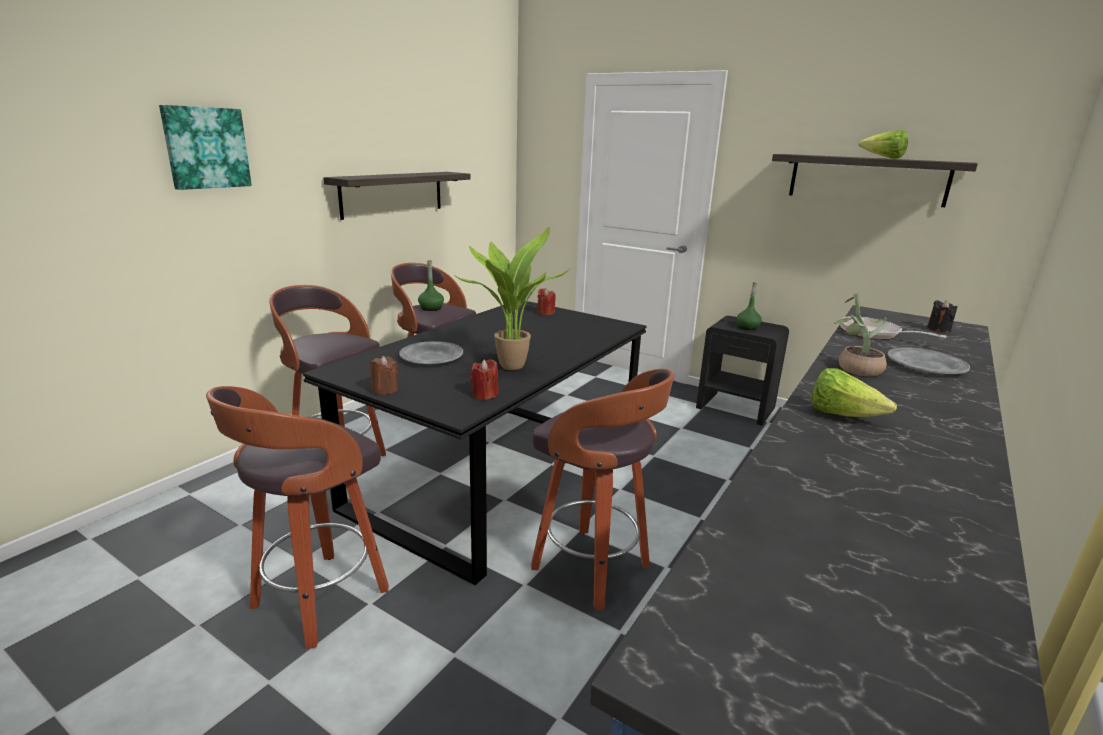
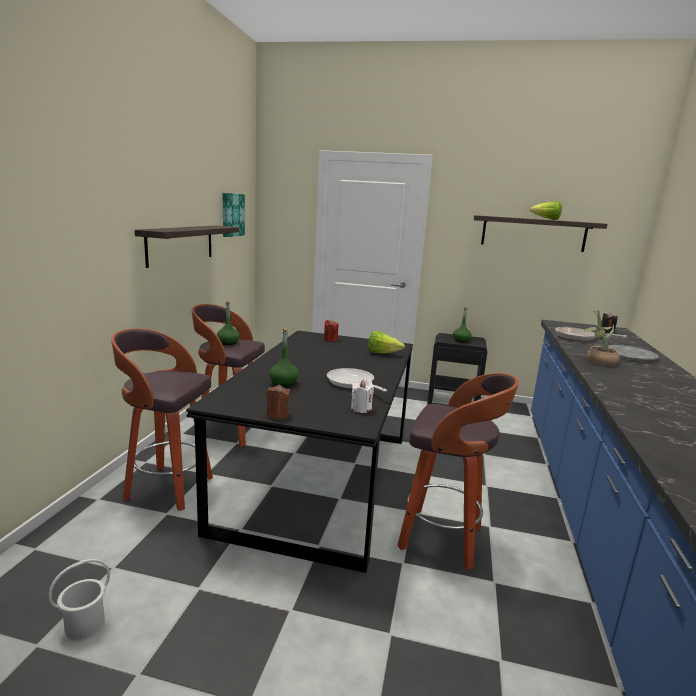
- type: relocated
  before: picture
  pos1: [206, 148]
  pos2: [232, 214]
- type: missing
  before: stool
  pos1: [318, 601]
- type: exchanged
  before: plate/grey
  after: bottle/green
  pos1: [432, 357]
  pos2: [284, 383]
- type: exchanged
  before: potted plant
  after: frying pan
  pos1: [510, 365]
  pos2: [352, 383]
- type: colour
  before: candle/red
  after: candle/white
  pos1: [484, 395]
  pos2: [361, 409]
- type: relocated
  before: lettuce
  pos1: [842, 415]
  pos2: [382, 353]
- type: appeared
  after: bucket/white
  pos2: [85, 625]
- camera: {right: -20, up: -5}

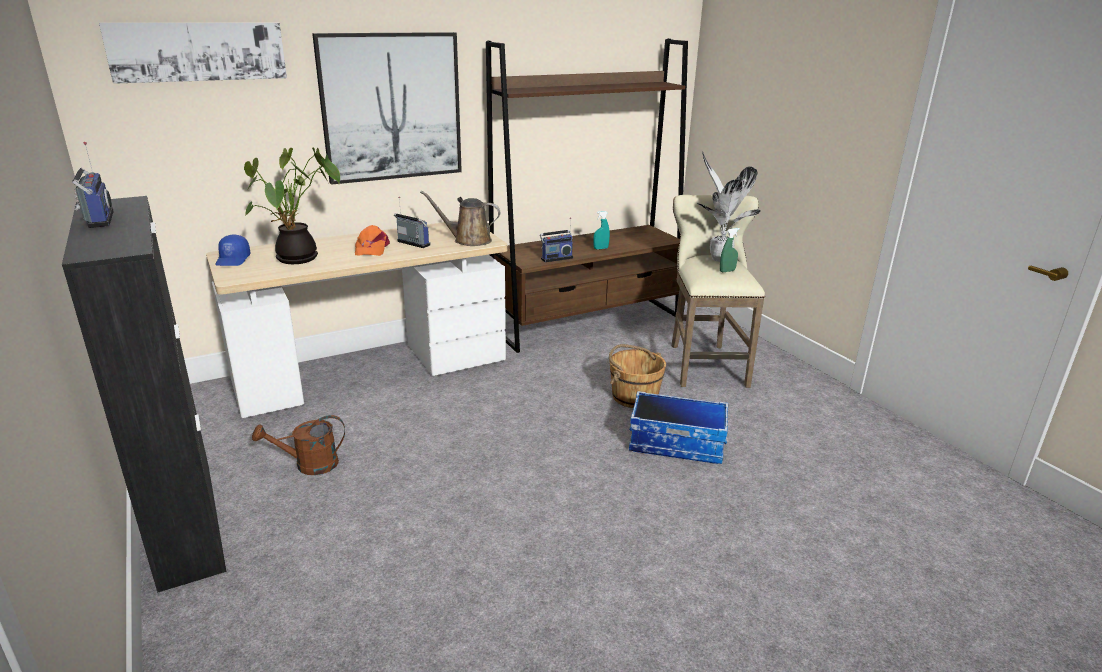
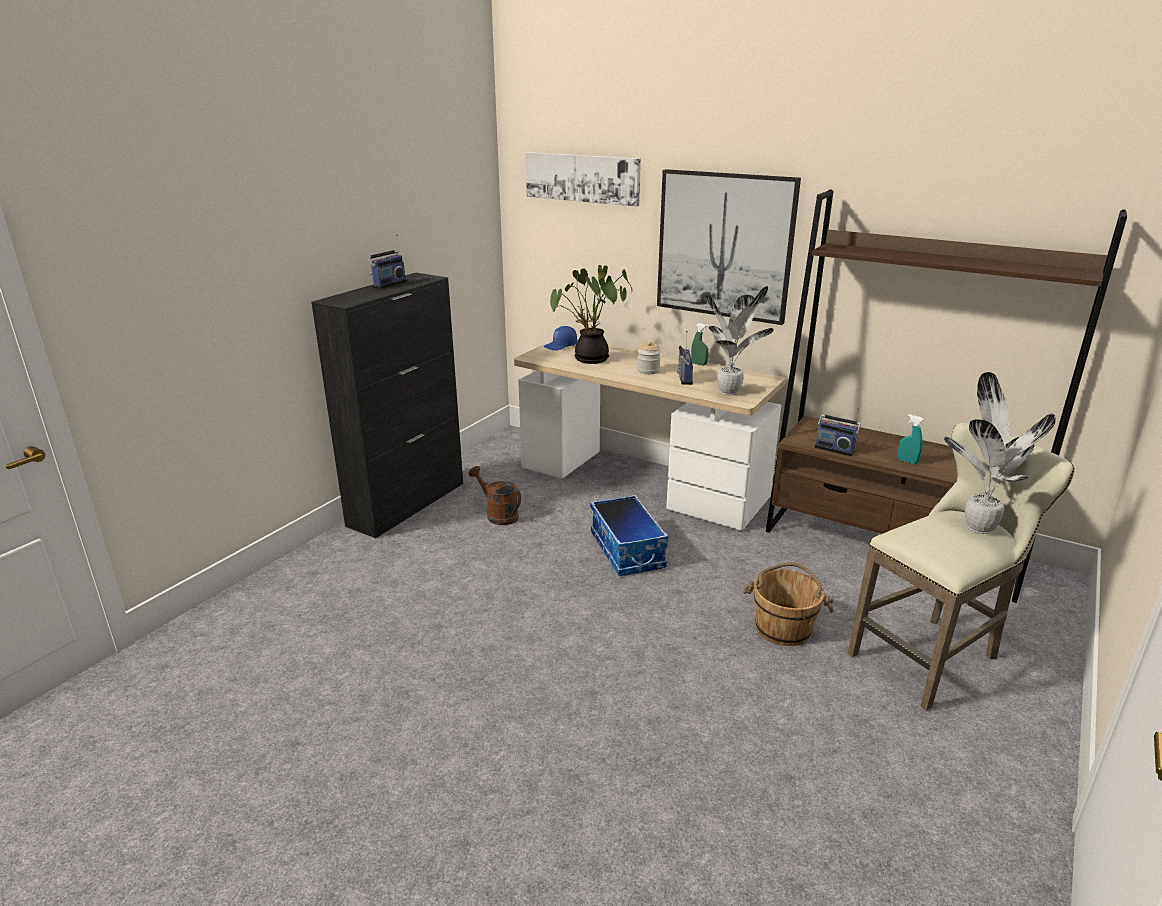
- type: exchanged
  before: cap/orange
  after: jar
  pos1: [371, 249]
  pos2: [648, 371]
- type: exchanged
  before: watering can/brown
  after: potted plant
  pos1: [468, 240]
  pos2: [730, 392]
- type: relocated
  before: storage box
  pos1: [677, 443]
  pos2: [628, 550]
- type: relocated
  before: spray bottle/green
  pos1: [727, 271]
  pos2: [699, 364]
- camera: {right: 60, up: 0}

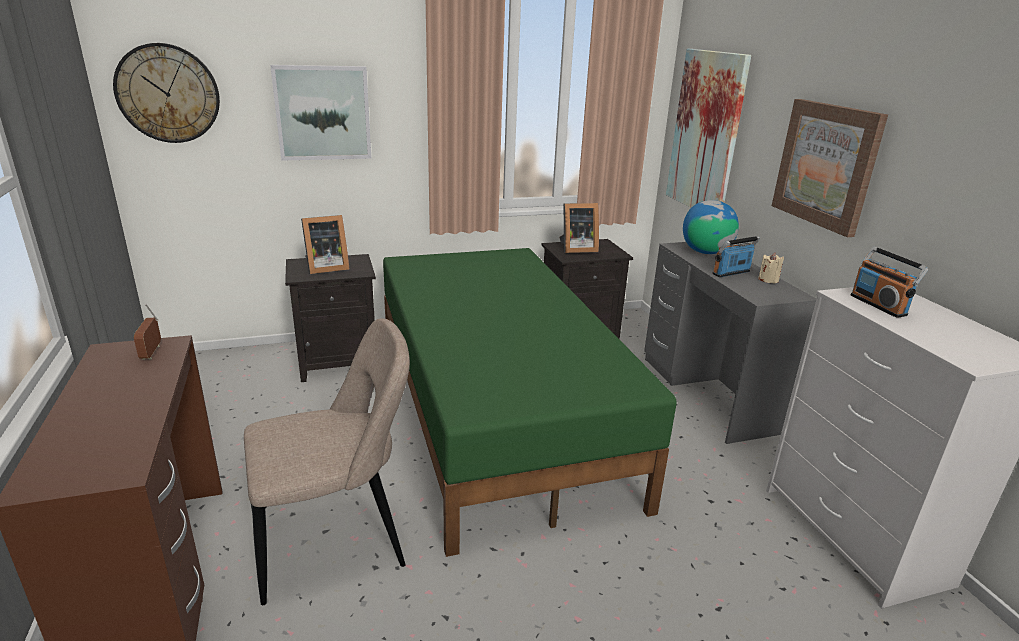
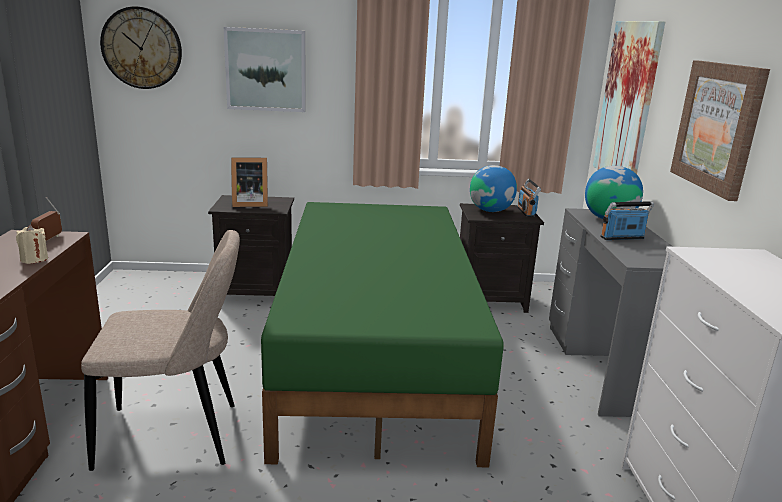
- type: exchanged
  before: picture frame
  after: globe
  pos1: [576, 249]
  pos2: [490, 210]
- type: relocated
  before: candle/beige
  pos1: [768, 280]
  pos2: [34, 259]
- type: relocated
  before: radio
  pos1: [878, 305]
  pos2: [526, 212]
- camera: {right: 15, up: -5}

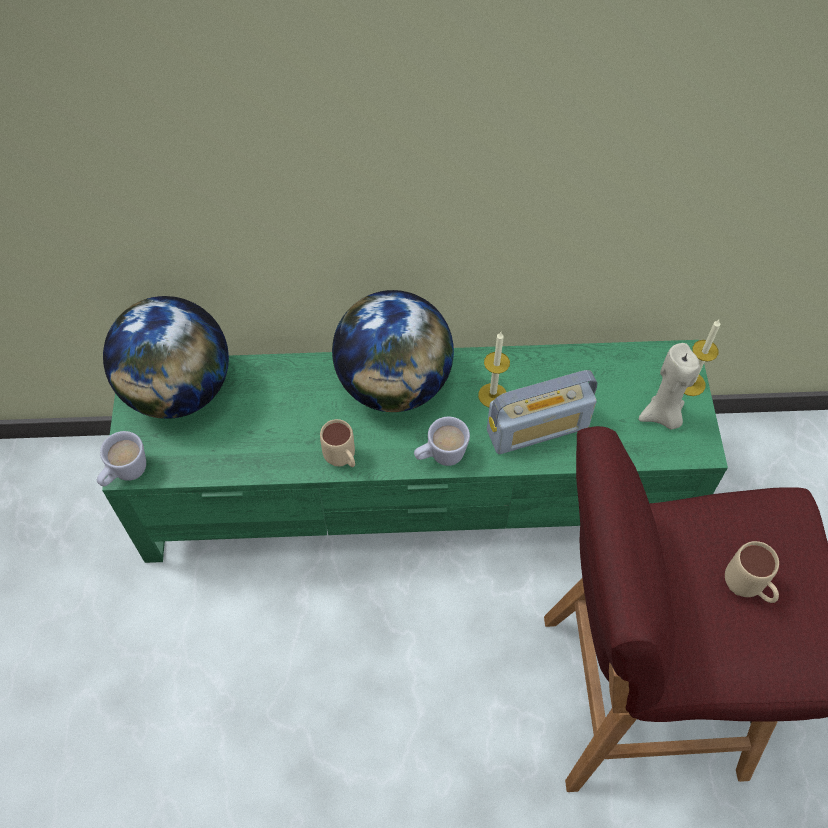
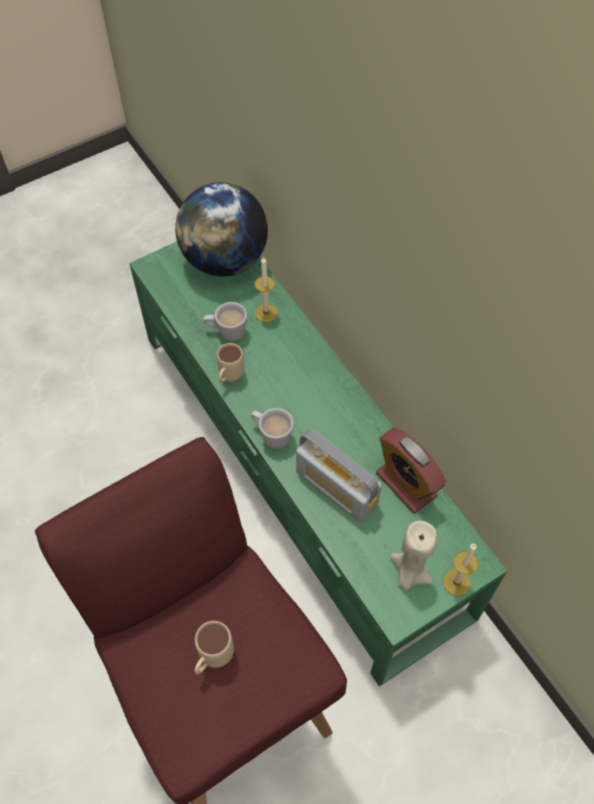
- type: relocated
  before: mug/white
  pos1: [125, 474]
  pos2: [226, 332]
- type: missing
  before: globe
  pos1: [394, 384]
- type: relocated
  before: candle
  pos1: [492, 395]
  pos2: [266, 313]
- type: appeared
  after: alarm clock
  pos2: [406, 484]
- camera: {right: 60, up: 0}

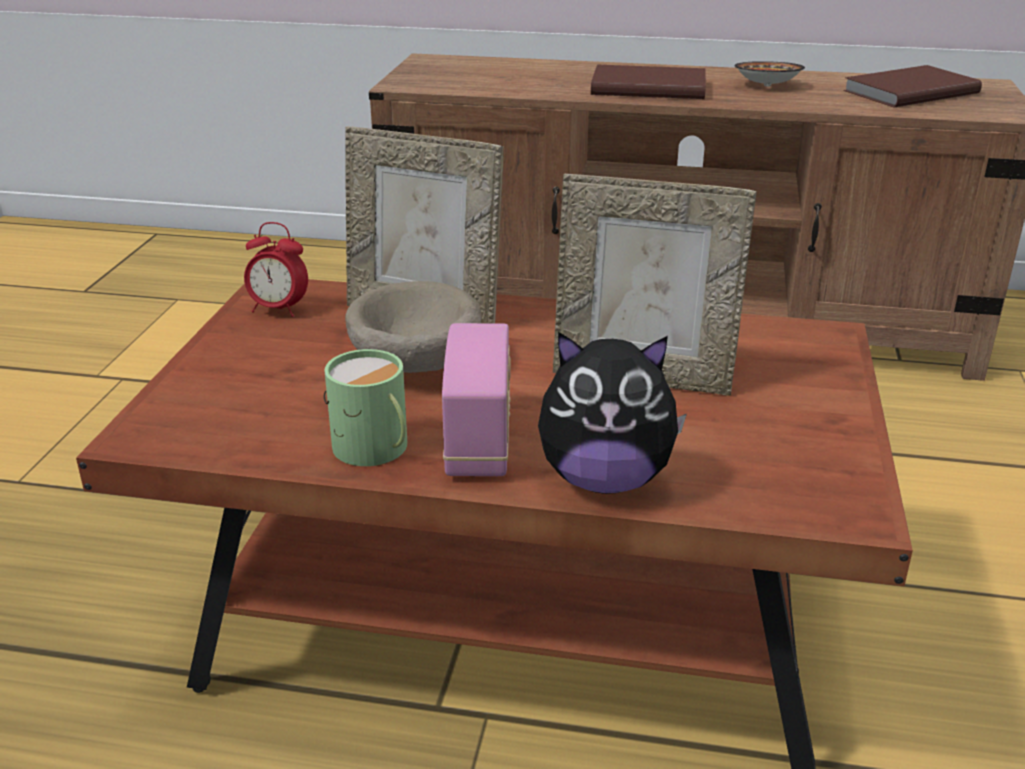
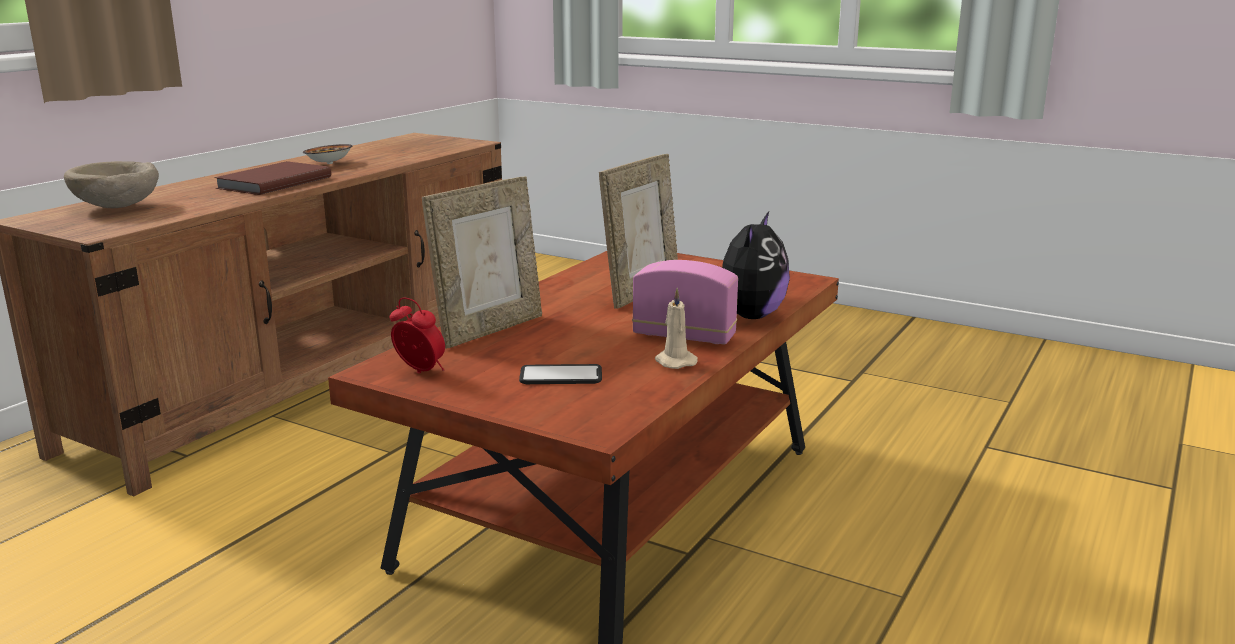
- type: spun
  before: alarm clock
  pos1: [278, 309]
  pos2: [420, 372]
  turn: -90
- type: exchanged
  before: mug/green
  after: candle/beige
  pos1: [374, 449]
  pos2: [674, 361]
- type: relocated
  before: bowl/beige
  pos1: [414, 365]
  pos2: [117, 208]
- type: missing
  before: book/brown
  pos1: [907, 91]
- type: appeared
  after: phone
  pos2: [561, 376]
- camera: {right: -70, up: -10}

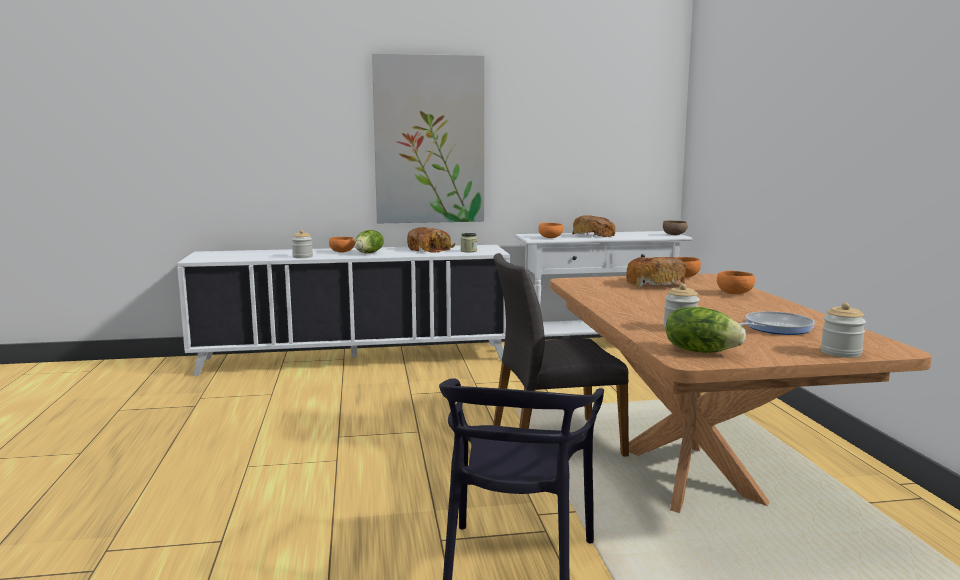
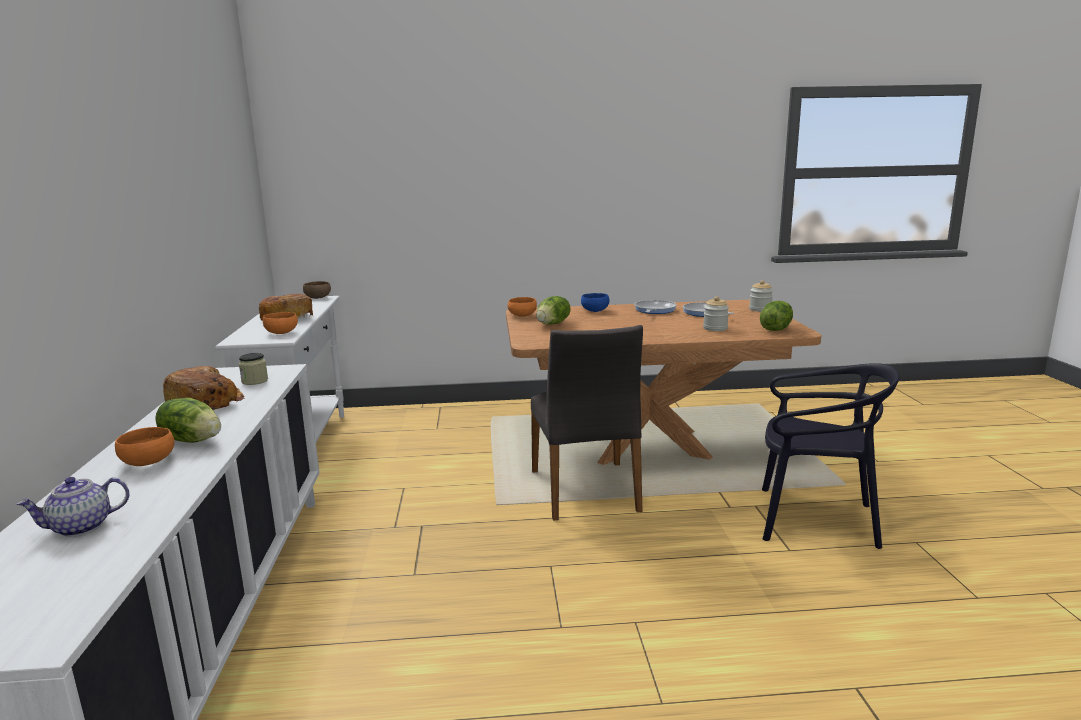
- type: missing
  before: jar
  pos1: [302, 257]
- type: missing
  before: picture
  pos1: [429, 140]
- type: exchanged
  before: bread
  after: lettuce
  pos1: [654, 284]
  pos2: [553, 324]
- type: colour
  before: bowl/orange
  after: bowl/blue
  pos1: [734, 293]
  pos2: [594, 311]
- type: appeared
  after: teapot
  pos2: [80, 527]
- type: appeared
  after: frying pan
  pos2: [654, 310]
- camera: {right: -85, up: 5}

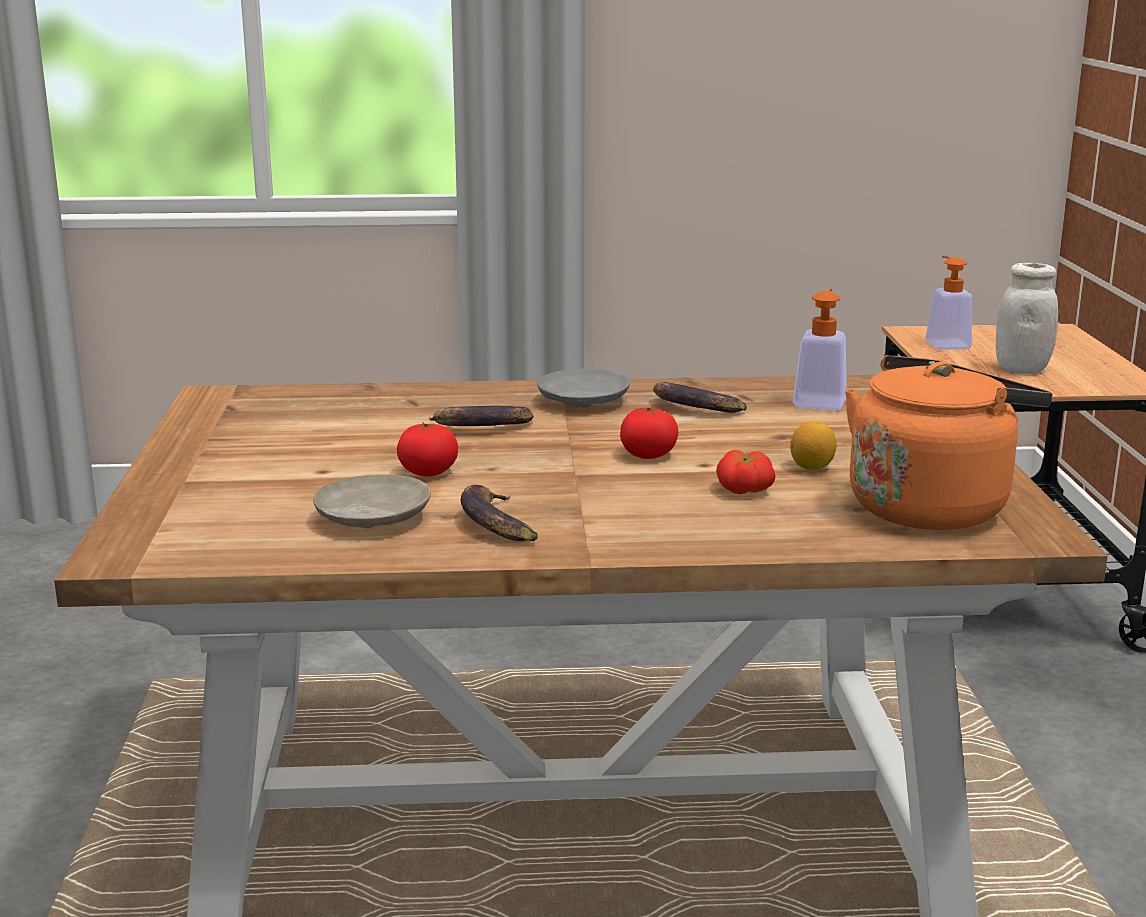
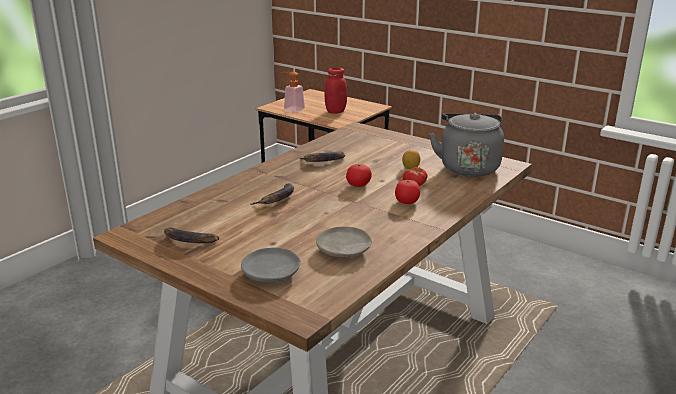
- type: relocated
  before: tomato
  pos1: [428, 472]
  pos2: [407, 202]
- type: relocated
  before: banana
  pos1: [496, 523]
  pos2: [188, 240]
- type: relocated
  before: plate/grey
  pos1: [582, 401]
  pos2: [271, 274]
- type: missing
  before: soap dispenser
  pos1: [820, 401]
- type: colour
  before: kettle/orange
  after: kettle/grey
  pos1: [932, 506]
  pos2: [468, 167]
- type: colour
  before: jar/white
  after: jar/red
  pos1: [1021, 369]
  pos2: [335, 111]
- camera: {right: -50, up: 5}

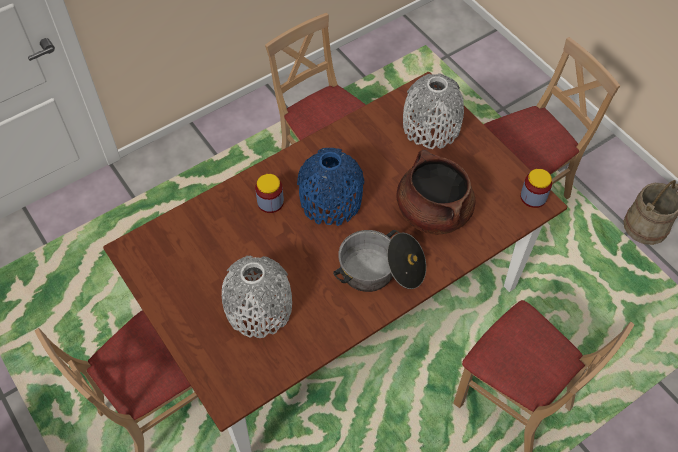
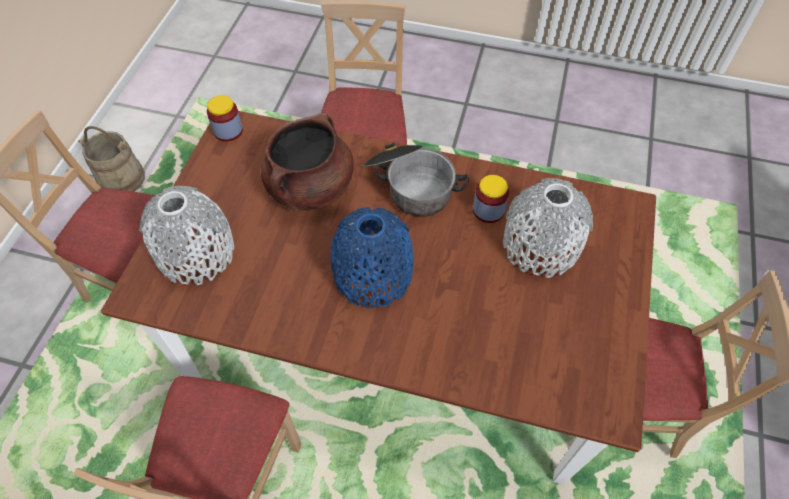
- type: relocated
  before: jar
  pos1: [270, 202]
  pos2: [488, 210]
- camera: {right: -130, up: 0}

